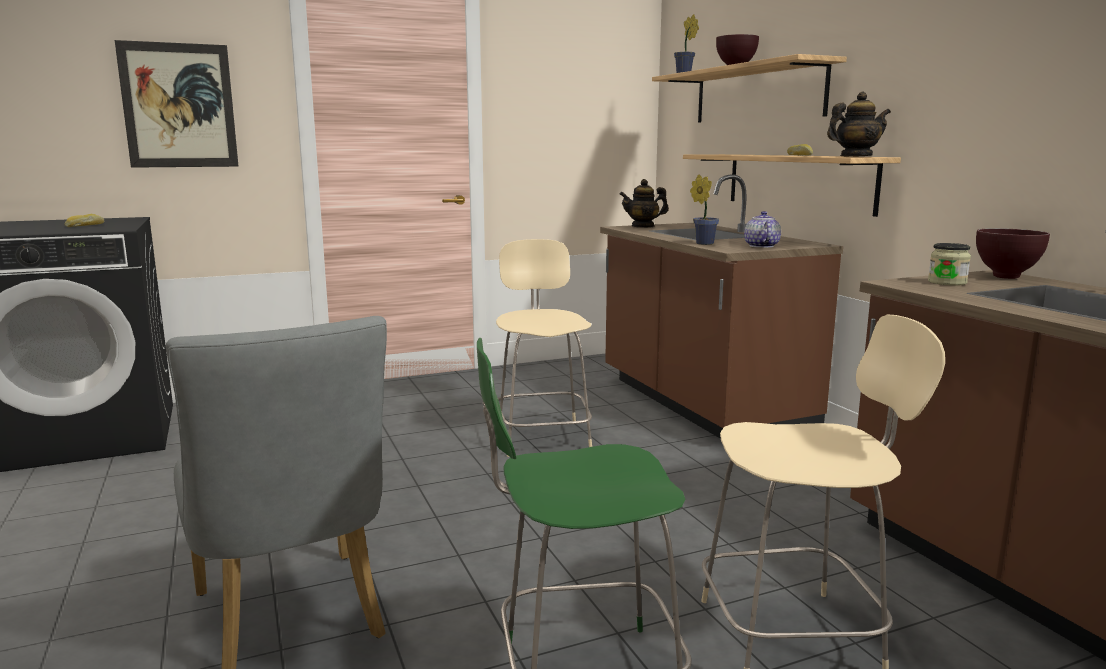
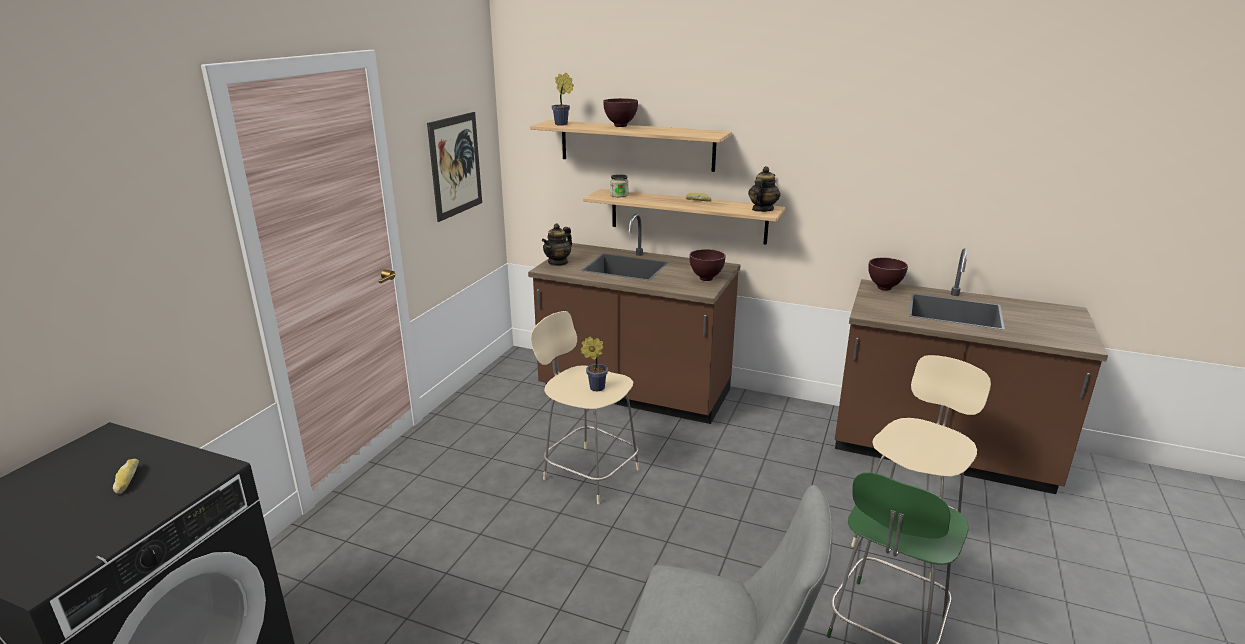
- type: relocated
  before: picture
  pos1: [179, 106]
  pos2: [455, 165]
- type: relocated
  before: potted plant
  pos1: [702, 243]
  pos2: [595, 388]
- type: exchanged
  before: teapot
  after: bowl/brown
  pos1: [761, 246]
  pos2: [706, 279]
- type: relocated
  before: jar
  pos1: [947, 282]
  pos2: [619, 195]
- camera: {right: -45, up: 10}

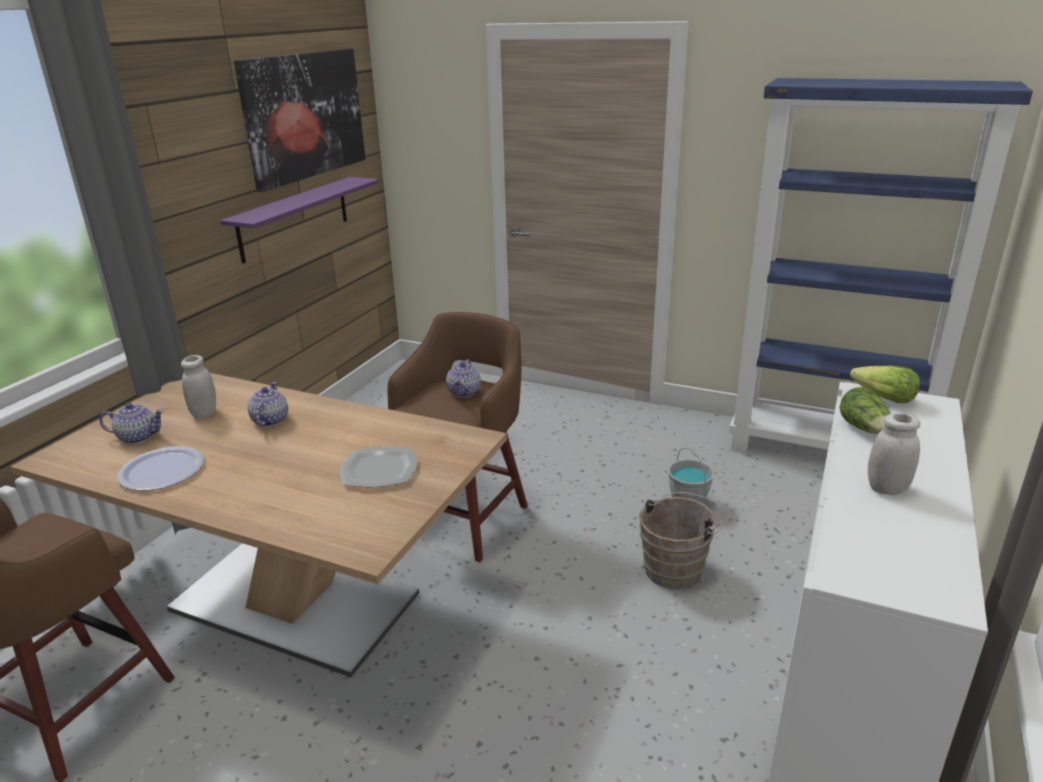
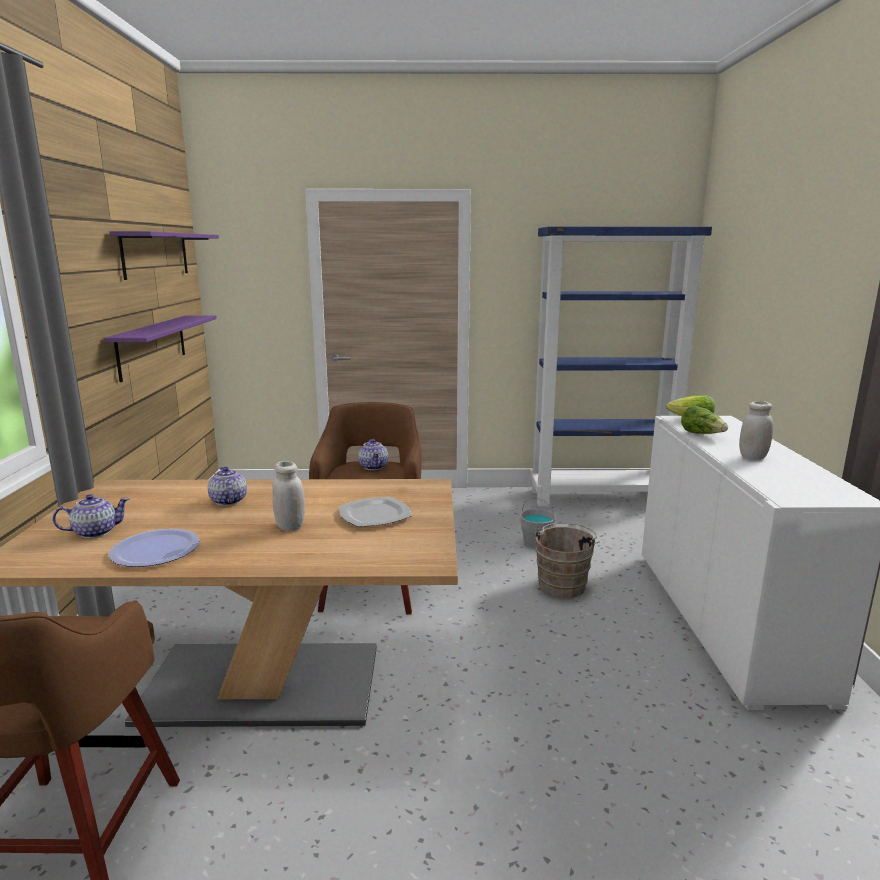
- type: relocated
  before: jar/white
  pos1: [204, 413]
  pos2: [290, 526]
- type: exchanged
  before: picture
  after: shelf/purple
  pos1: [304, 116]
  pos2: [156, 254]
- camera: {right: -25, up: -10}

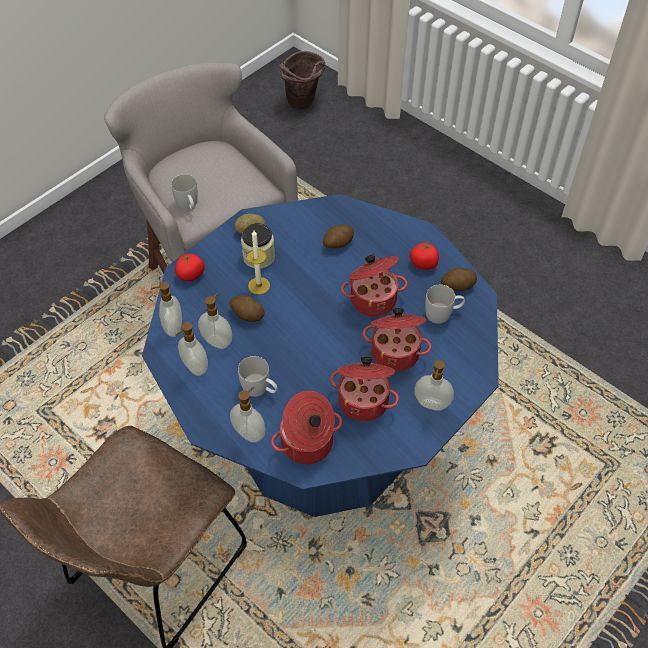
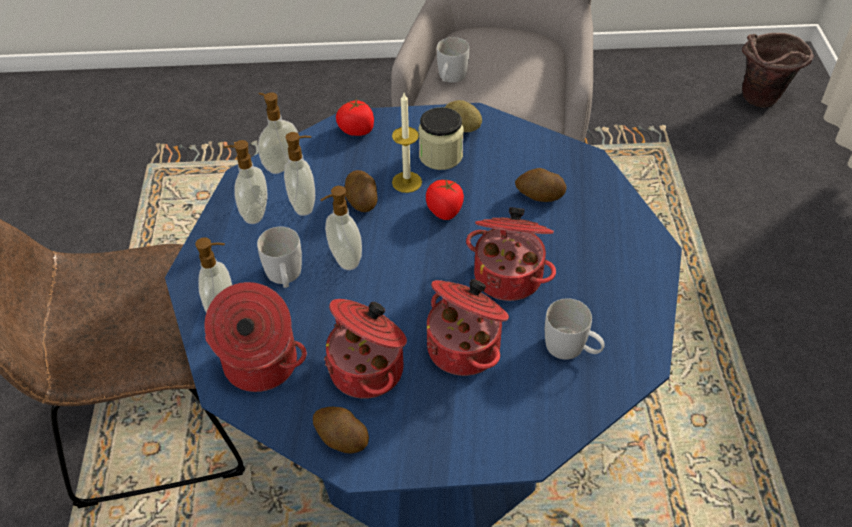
- type: relocated
  before: tomato
  pos1: [424, 264]
  pos2: [444, 211]
- type: relocated
  before: soap dispenser
  pos1: [431, 405]
  pos2: [344, 259]
- type: relocated
  before: potato
  pos1: [457, 286]
  pos2: [341, 438]
- camera: {right: 45, up: -5}

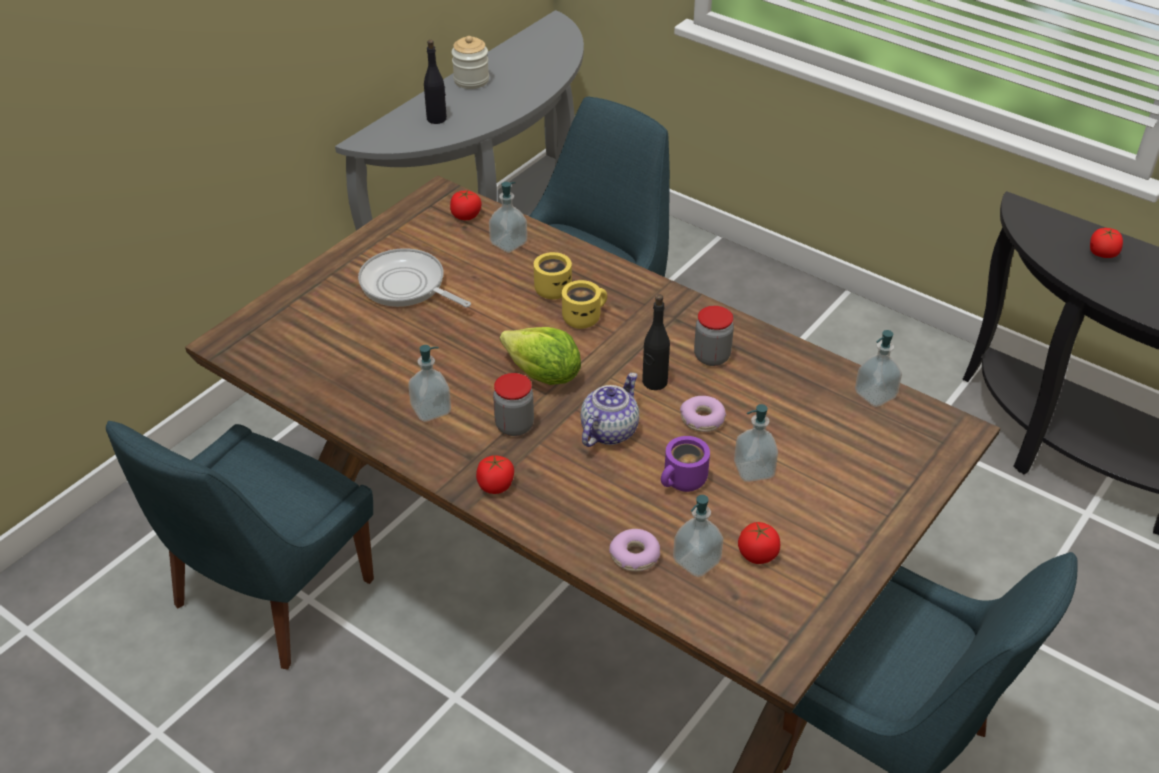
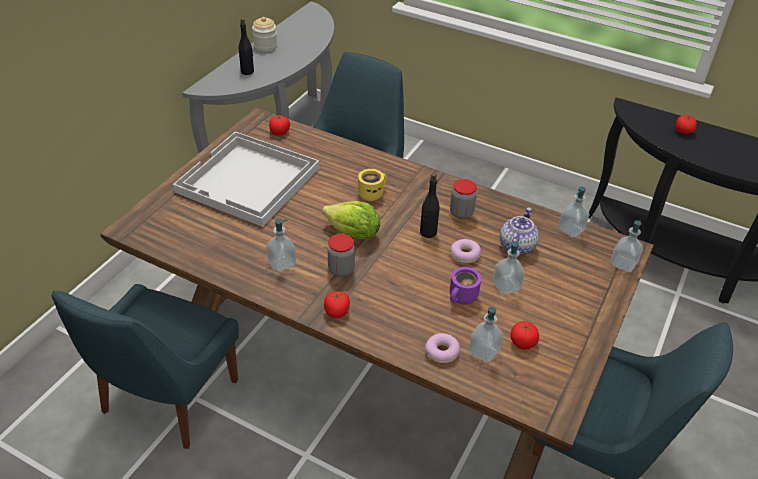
- type: exchanged
  before: frying pan
  after: tray/white
  pos1: [406, 286]
  pos2: [248, 181]
- type: relocated
  before: soap dispenser
  pos1: [508, 243]
  pos2: [623, 264]
- type: missing
  before: mug/yellow
  pos1: [553, 288]
- type: relocated
  before: teapot
  pos1: [609, 430]
  pos2: [516, 246]
- camera: {right: -10, up: 0}

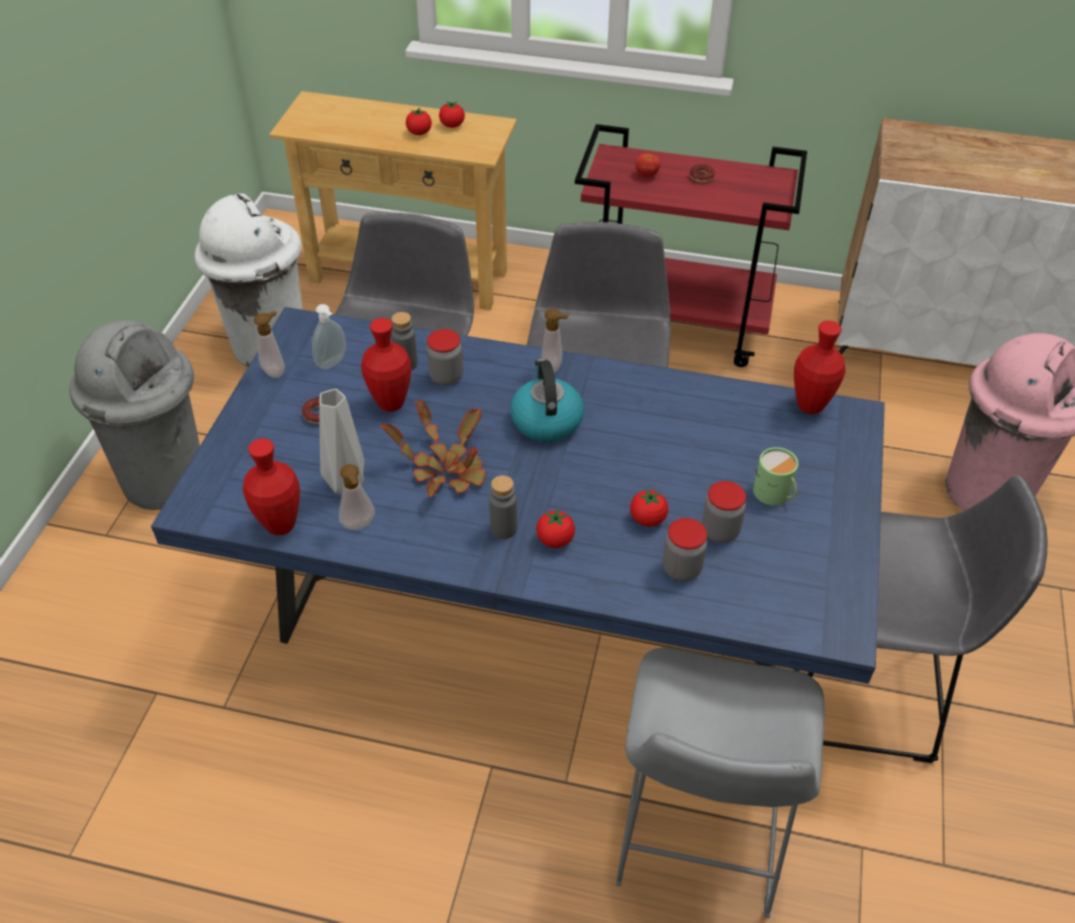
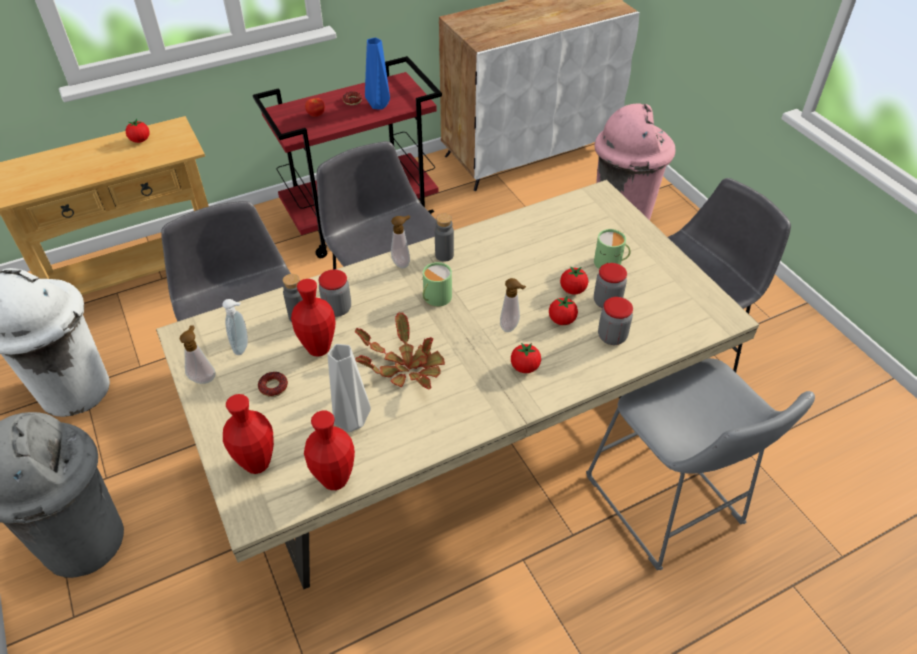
- type: colour
  before: dining table/blue
  after: dining table/beige
  pos1: [538, 618]
  pos2: [459, 449]
- type: relocated
  before: soap dispenser
  pos1: [359, 526]
  pos2: [511, 327]
- type: relocated
  before: tomato
  pos1: [419, 133]
  pos2: [572, 290]
- type: relocated
  before: bottle/grey
  pos1: [503, 529]
  pos2: [444, 255]
- type: exchanged
  before: kettle
  after: mug/green
  pos1: [546, 420]
  pos2: [435, 298]
- type: relocated
  before: vase/red
  pos1: [810, 406]
  pos2: [257, 464]
- type: appeared
  after: vase/blue
  pos2: [378, 105]
- camera: {right: -40, up: 0}

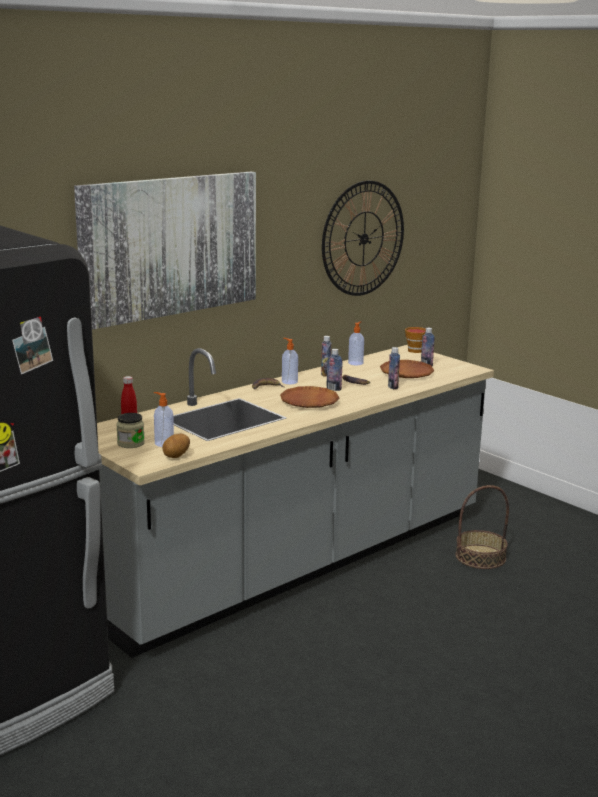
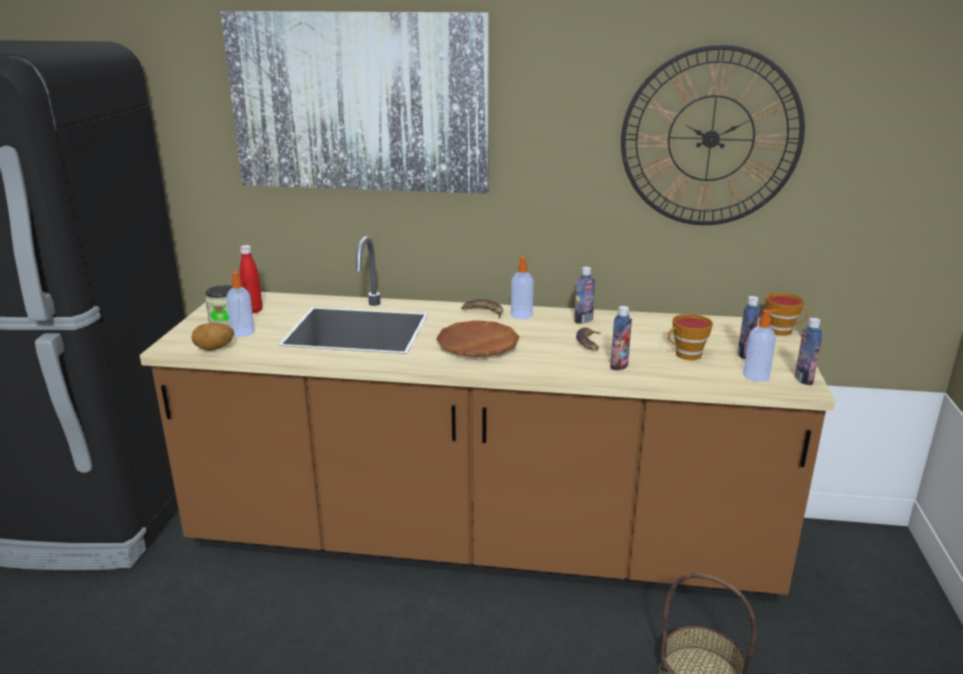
- type: colour
  before: counter/grey
  after: counter/brown
  pos1: [295, 563]
  pos2: [481, 542]
- type: relocated
  before: bottle
  pos1: [334, 389]
  pos2: [803, 379]
- type: relocated
  before: soap dispenser
  pos1: [356, 363]
  pos2: [757, 376]
- type: exchanged
  before: plate/brown
  after: cup
  pos1: [406, 373]
  pos2: [686, 355]
- camera: {right: 50, up: 5}

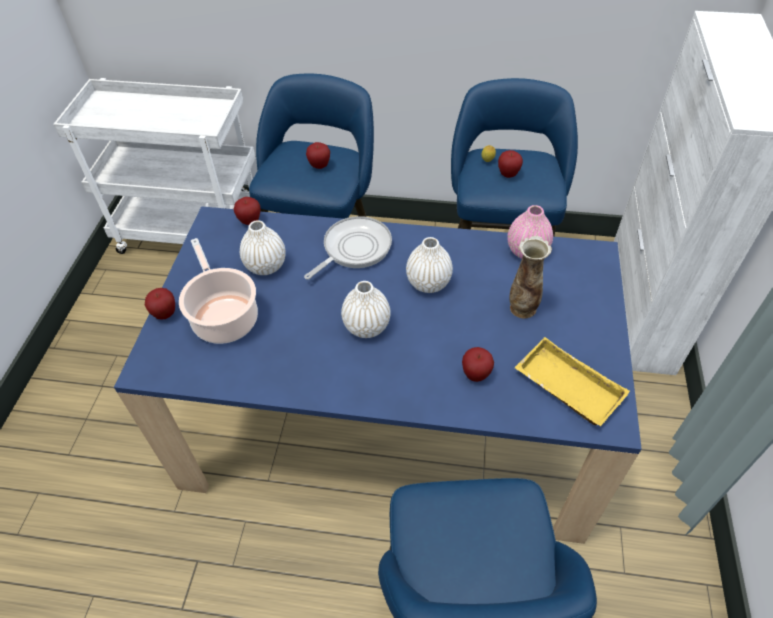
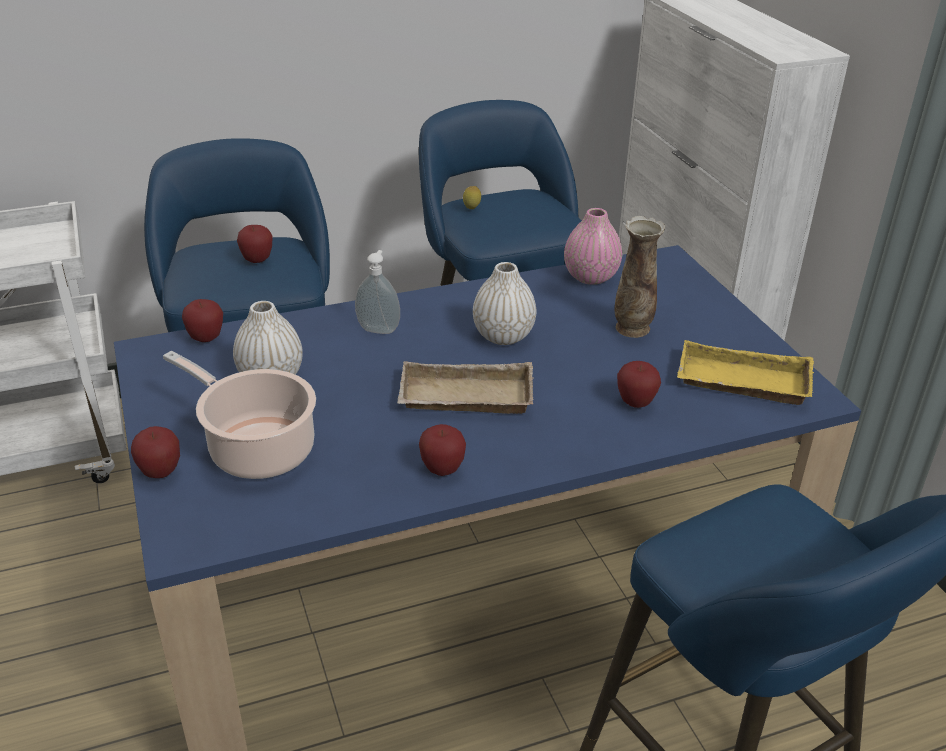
- type: exchanged
  before: frying pan
  after: soap dispenser
  pos1: [354, 249]
  pos2: [379, 329]
- type: exchanged
  before: vase/white
  after: tray/beige
  pos1: [366, 326]
  pos2: [464, 399]
- type: relocated
  before: apple
  pos1: [508, 174]
  pos2: [442, 469]
- camera: {right: -30, up: -15}

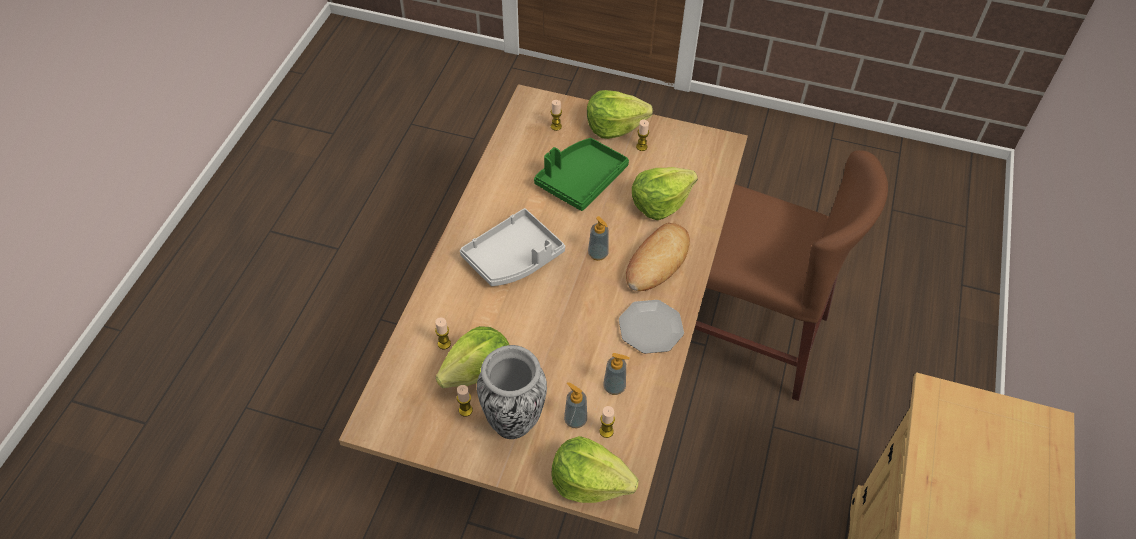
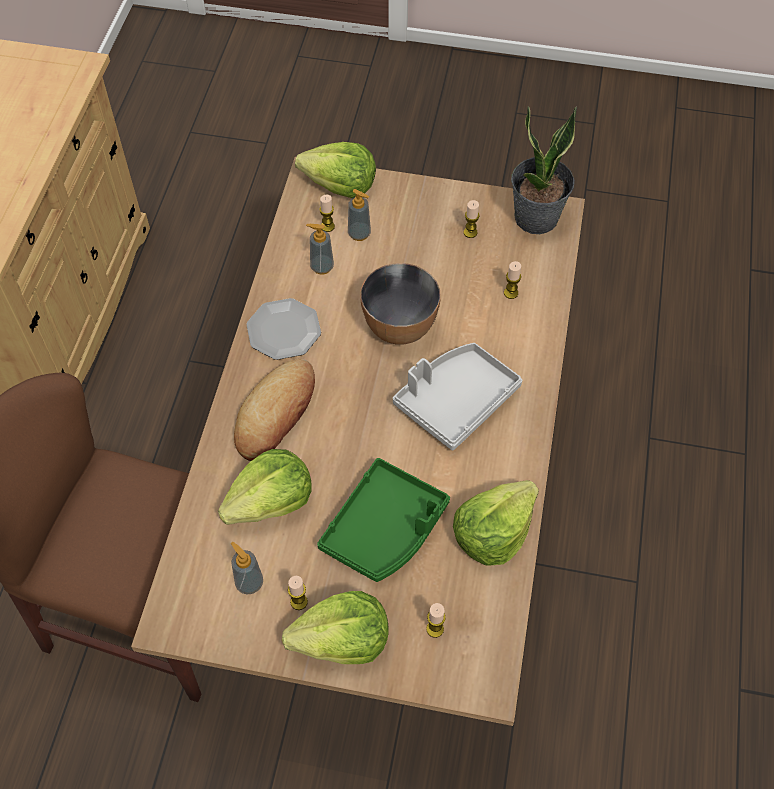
- type: relocated
  before: lettuce
  pos1: [478, 372]
  pos2: [493, 532]
- type: missing
  before: vase
  pos1: [513, 422]
- type: relocated
  before: soap dispenser
  pos1: [598, 254]
  pos2: [249, 583]
- type: appeared
  after: bowl
  pos2: [399, 327]
- type: appeared
  after: potted plant
  pos2: [536, 218]
- camera: {right: 175, up: 5}

